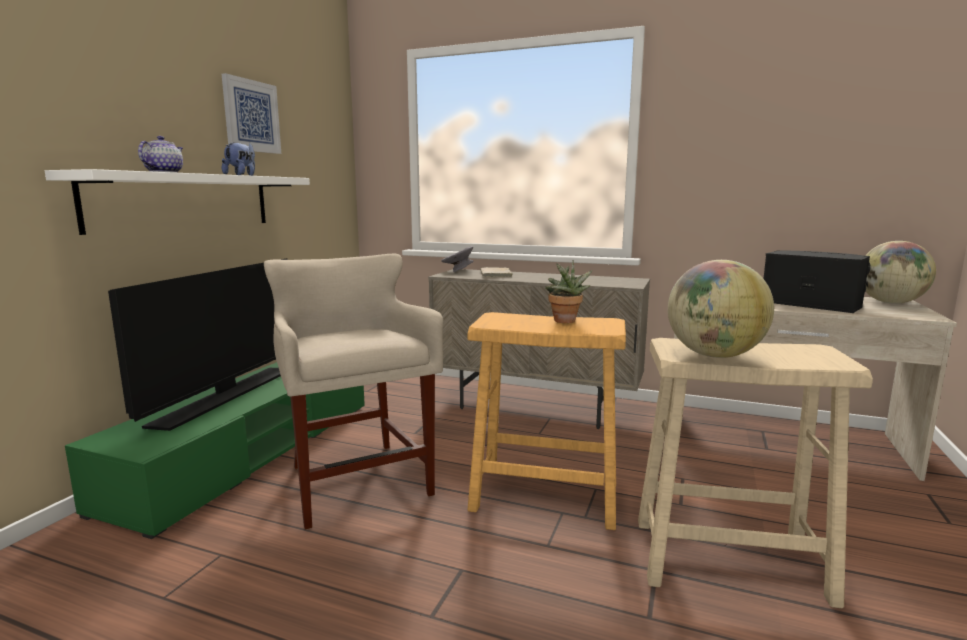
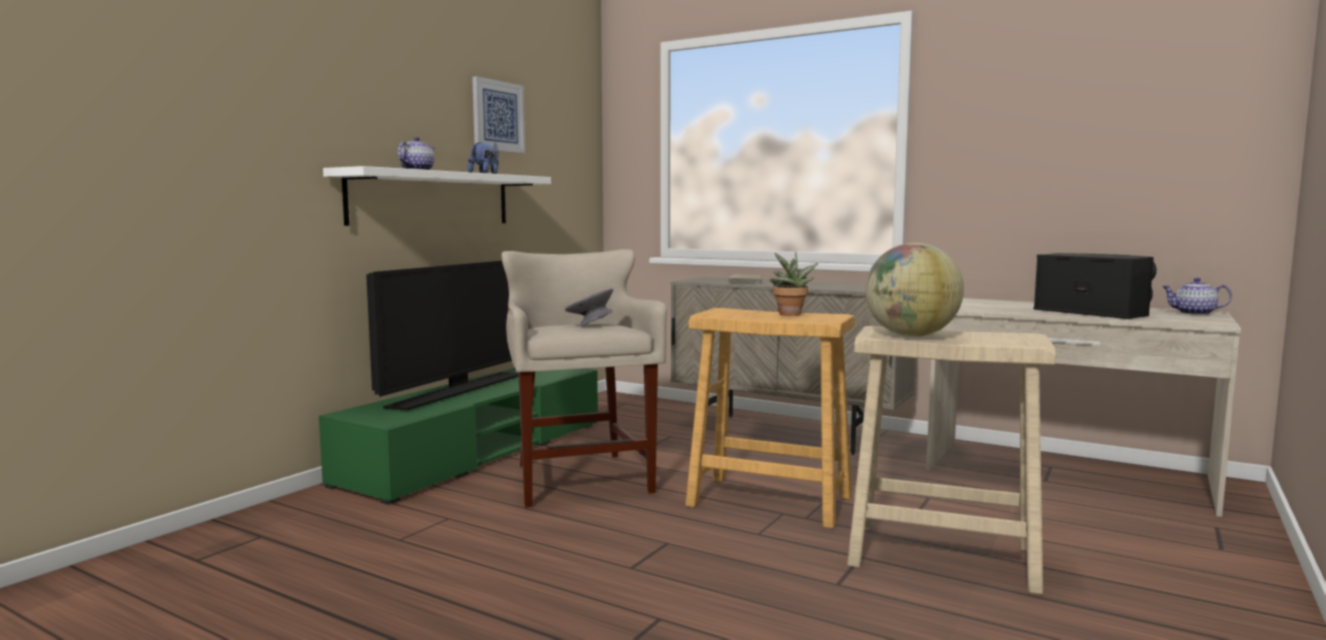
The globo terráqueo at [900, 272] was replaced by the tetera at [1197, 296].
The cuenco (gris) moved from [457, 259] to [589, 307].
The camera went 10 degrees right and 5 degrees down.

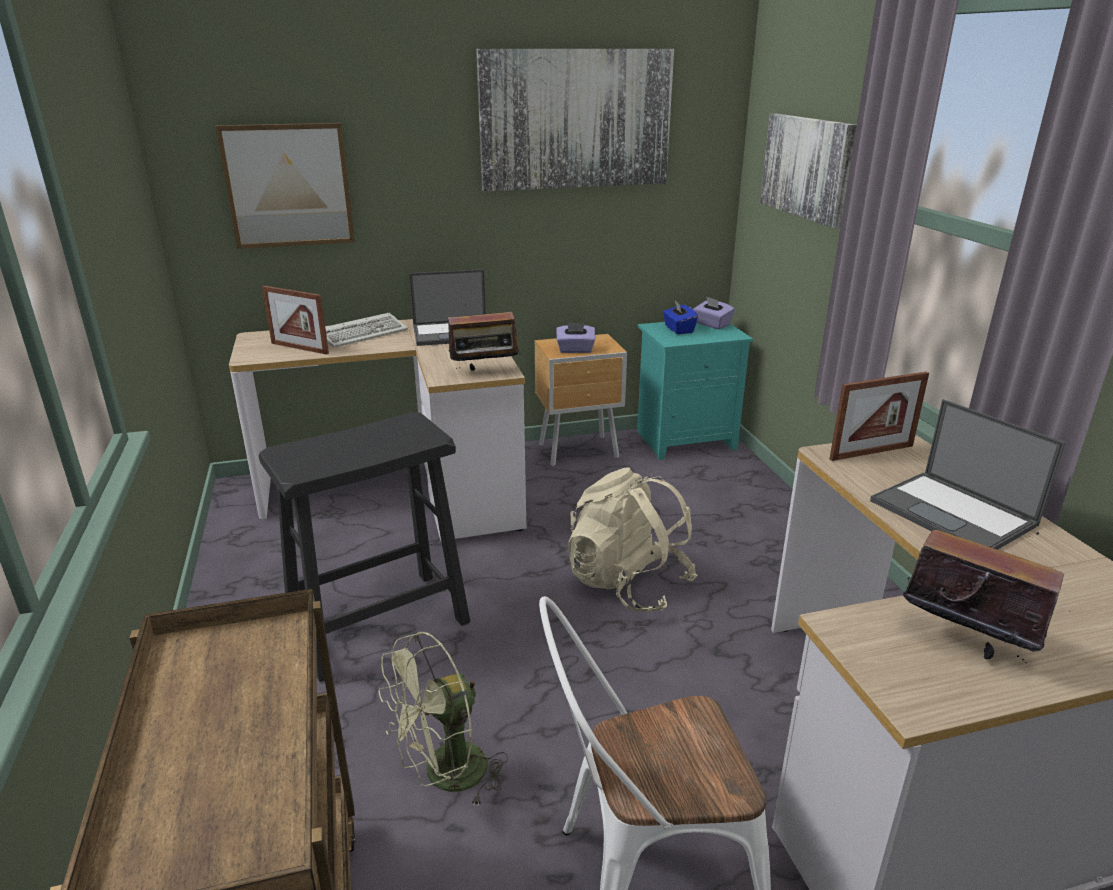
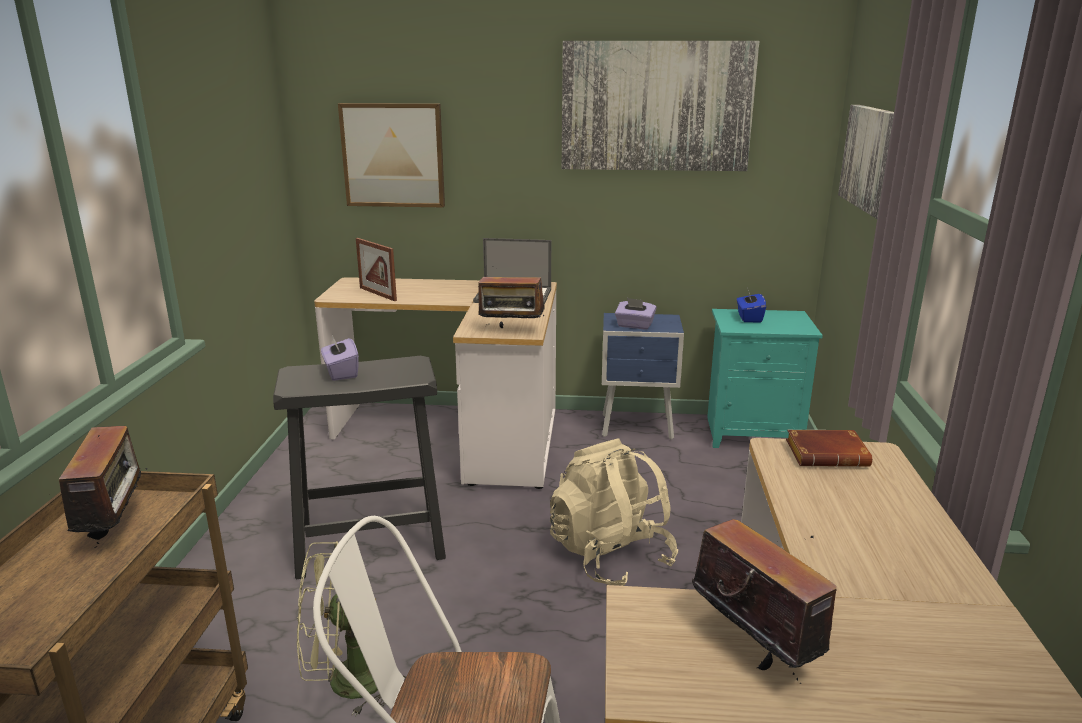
The caja de pañuelos (morado) moved from [714, 312] to [340, 358].
The teclado at [366, 330] disappeared.
The mesita de noche (marrón) at [581, 400] became the mesita de noche (azul) at [643, 376].
The portarretratos at [879, 416] was replaced by the libro (marrón) at [829, 448].
The portátil at [967, 474] disappeared.
The radio at [100, 487] appeared.
The camera went 20 degrees right and 5 degrees down.

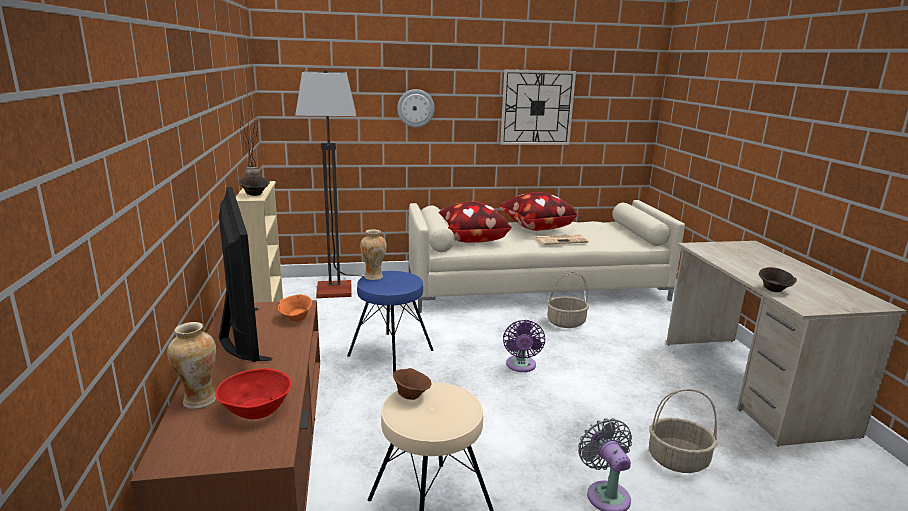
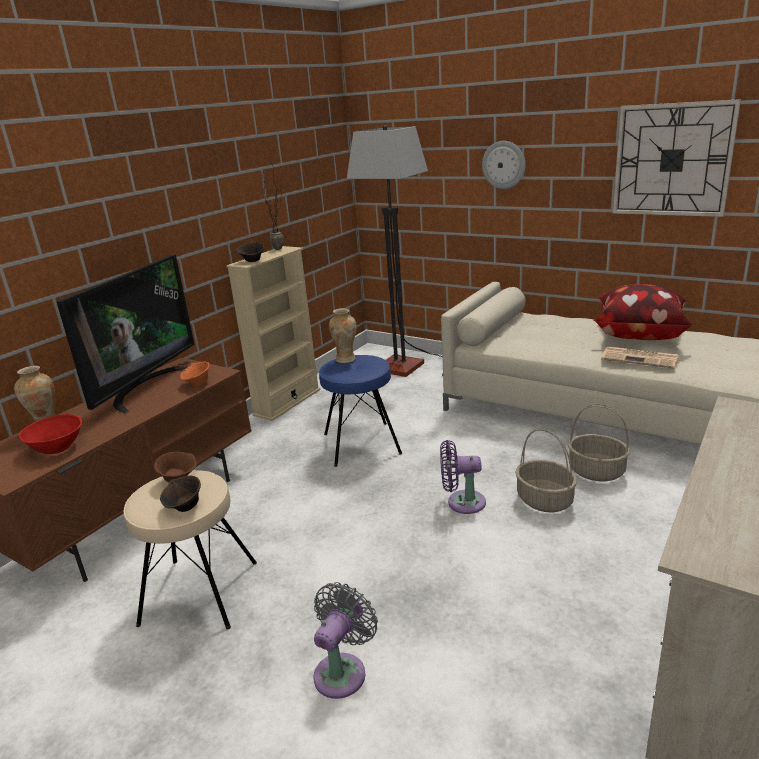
The cojín at [475, 222] disappeared.
The cuenco (marrón) moved from [778, 279] to [180, 494].
The ventilador (morado) at [524, 346] turned 45 degrees clockwise.
The cesta moved from [683, 431] to [546, 471].
The camera went 45 degrees right and 5 degrees up.

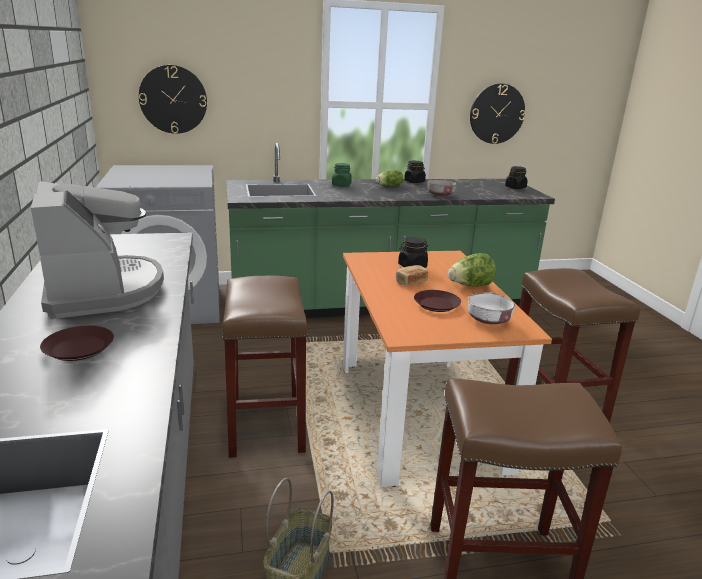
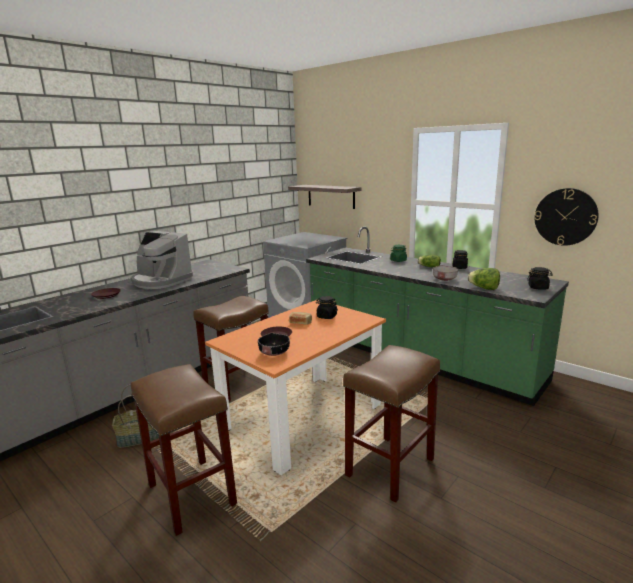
The reloj de pared at [173, 99] was replaced by the estante at [324, 197].
The cafetera at [97, 250] turned 90 degrees clockwise.
The lechuga moved from [472, 270] to [484, 279].
The cuenco (blanco) at [491, 308] became the cuenco (negro) at [274, 344].
The camera went 55 degrees right and 5 degrees down.

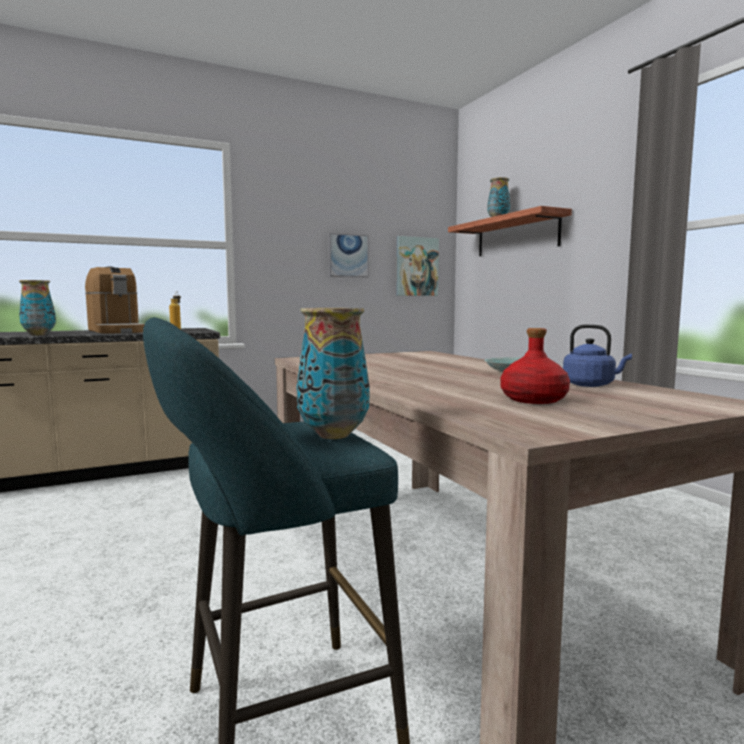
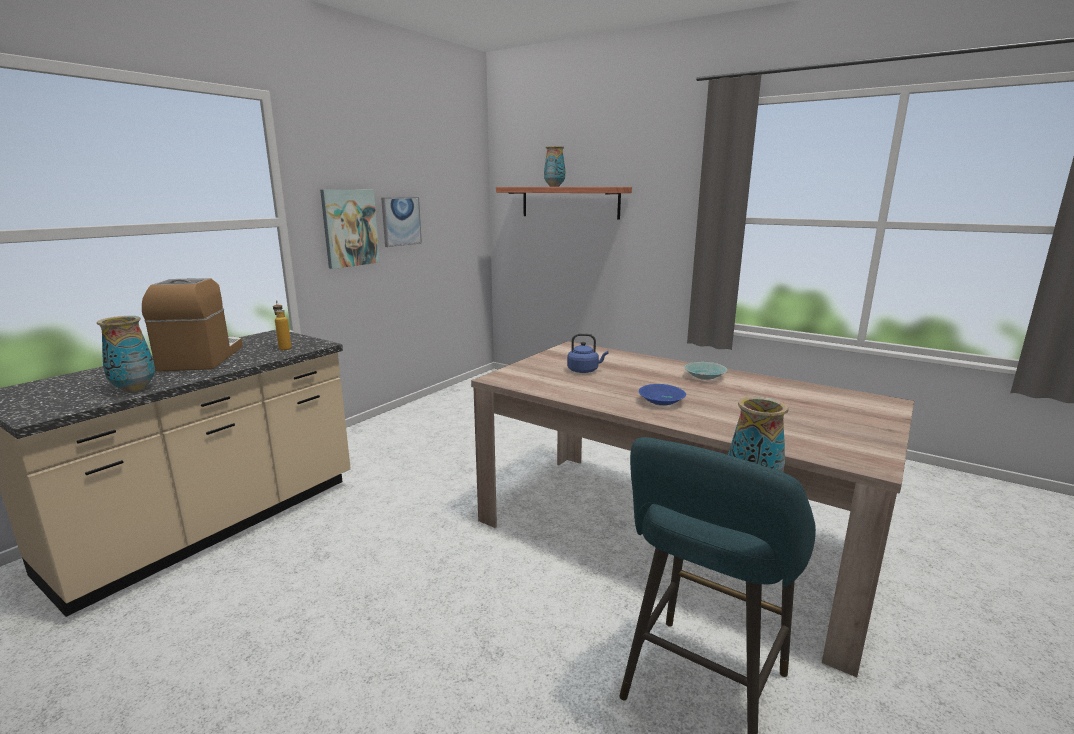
The cuadro moved from [417, 266] to [350, 229].
The cafetera at [115, 300] turned 120 degrees counterclockwise.
The hervidor (azul) moved from [597, 355] to [588, 353].
The botella (rojo) at [535, 366] disappeared.
The cuenco (azul) at [662, 395] appeared.
The camera went 30 degrees left and 10 degrees up.

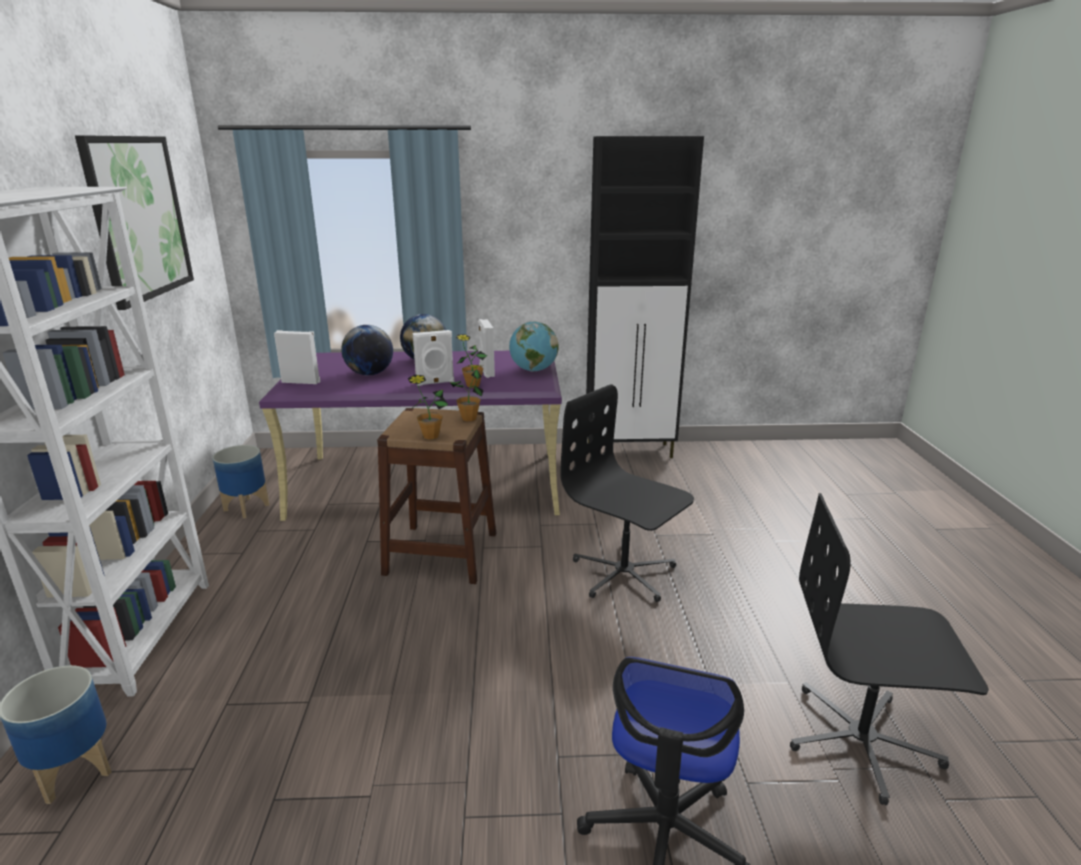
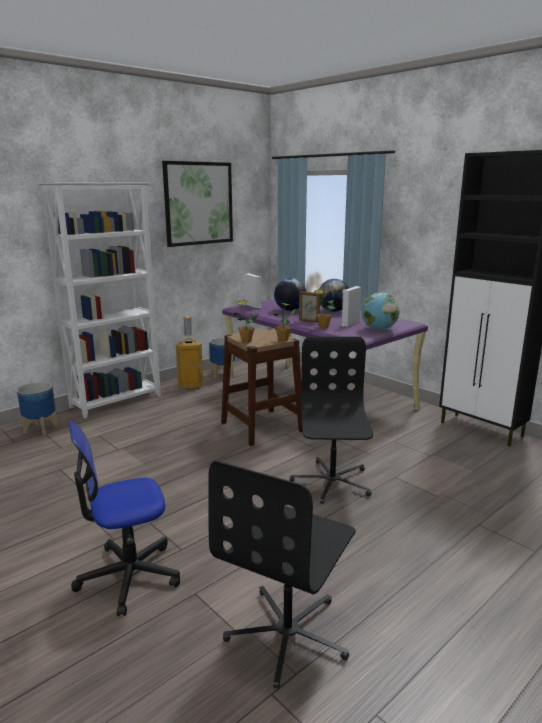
The altavoz (blanco) at [433, 358] was replaced by the portarretratos at [309, 307].
The silla de oficina (negro) at [889, 649] turned 120 degrees counterclockwise.
The papelera at [189, 352] appeared.
The camera went 50 degrees right and 5 degrees down.

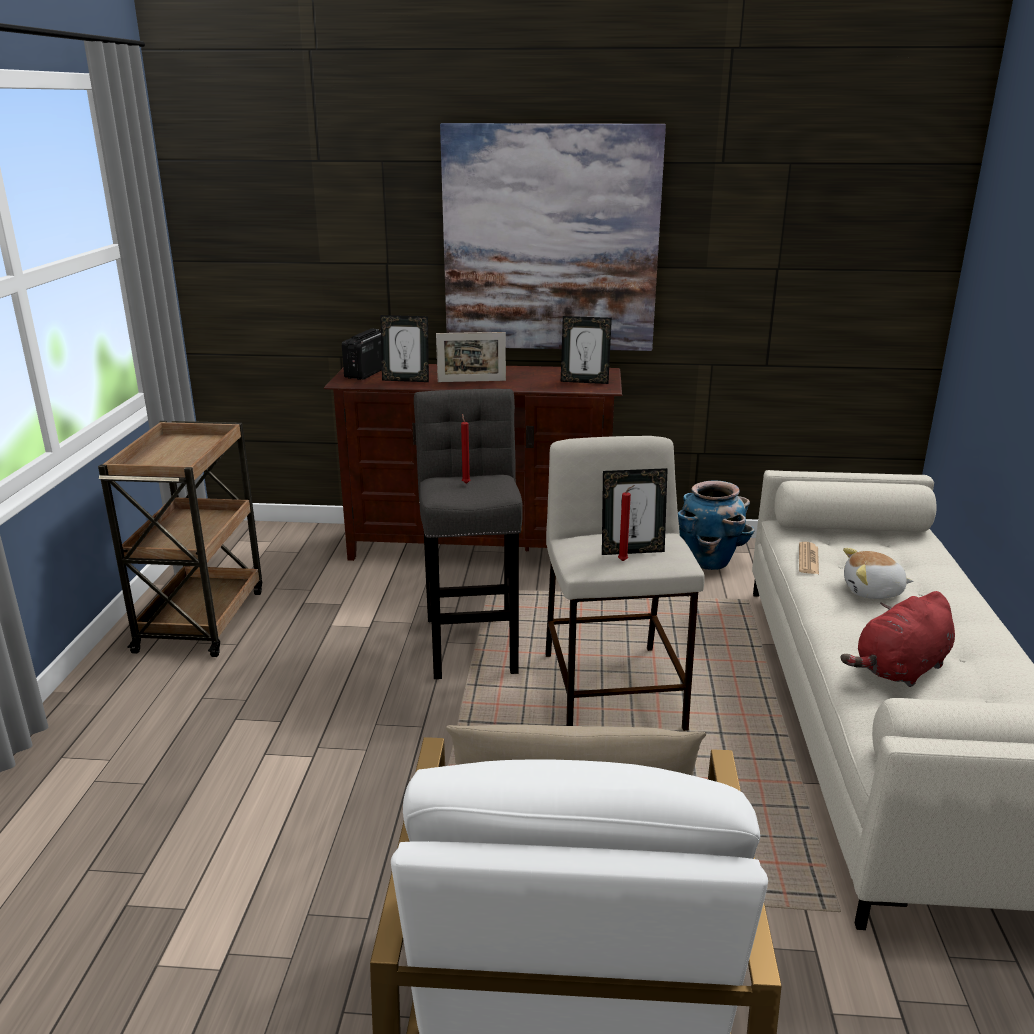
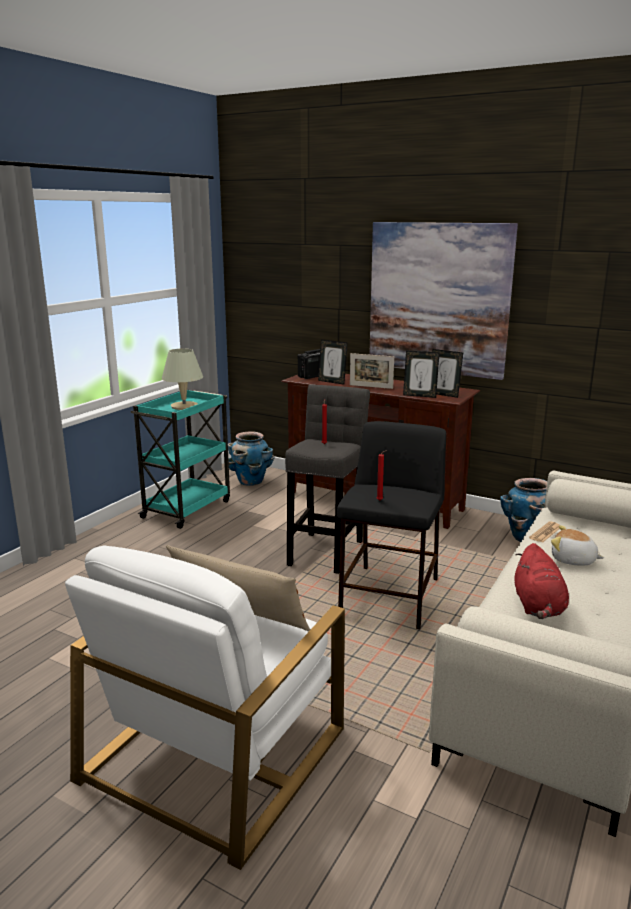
The carrito (marrón) at [180, 539] became the carrito (turquesa) at [180, 459].
The taburete (beis) at [625, 583] became the taburete (negro) at [391, 525].
The portarretratos moved from [635, 511] to [421, 374].
The peluche (rojo) at [898, 639] turned 75 degrees counterclockwise.
The lámpara de mesa (beis) at [182, 379] appeared.
The maceta at [251, 458] appeared.
The camera went 25 degrees right and 5 degrees down.

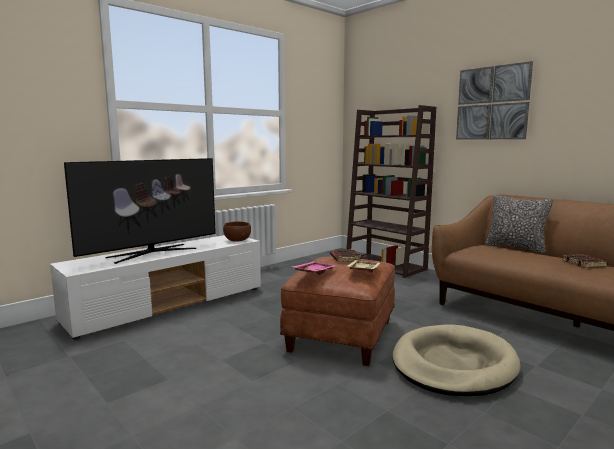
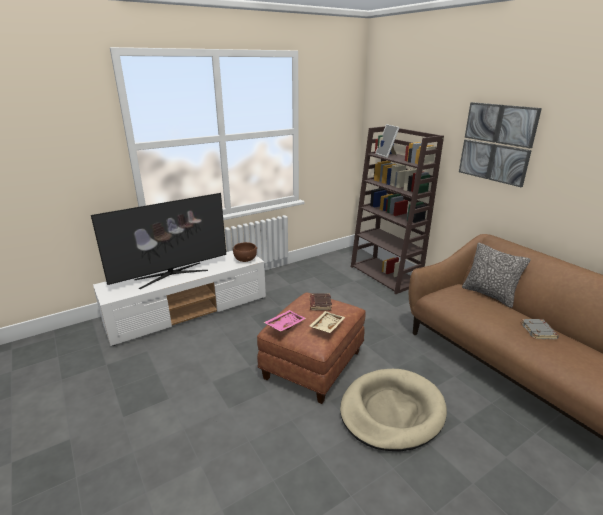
The libro (marrón) at [585, 261] became the libro (gris) at [540, 329].
The portarretratos at [387, 141] appeared.
The camera went 10 degrees right and 15 degrees up.

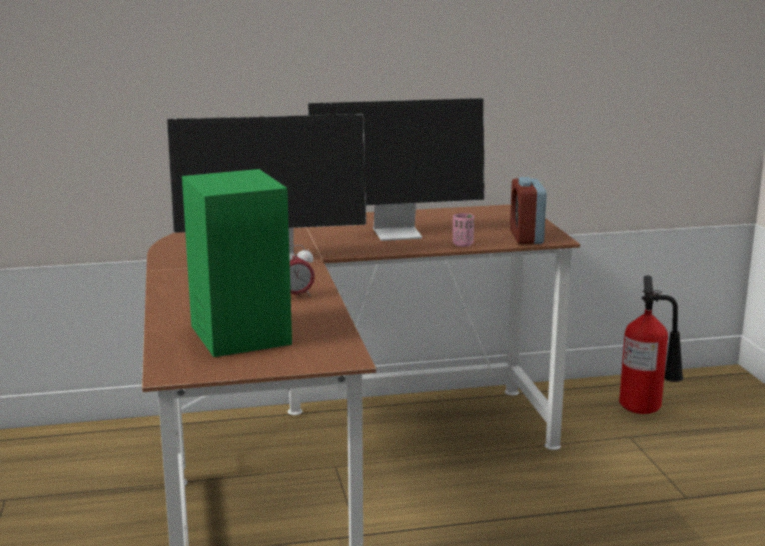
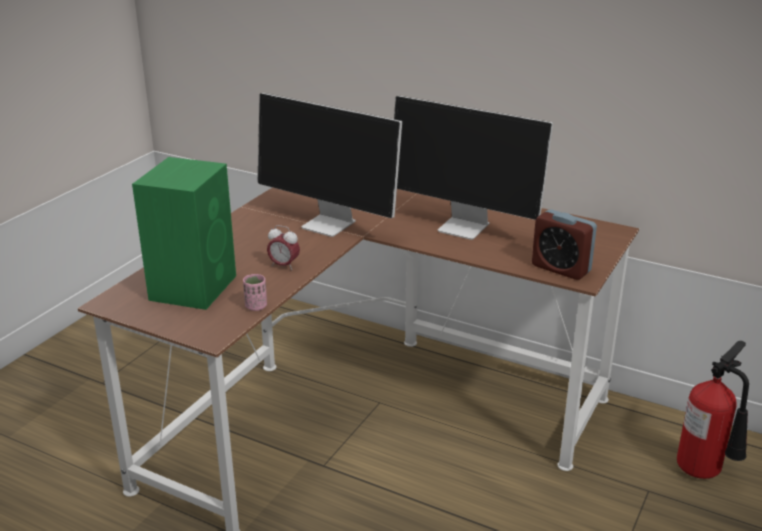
The despertador at [528, 210] turned 90 degrees counterclockwise.
The taza (rosa) moved from [463, 230] to [255, 292].
The camera went 40 degrees right and 10 degrees up.

